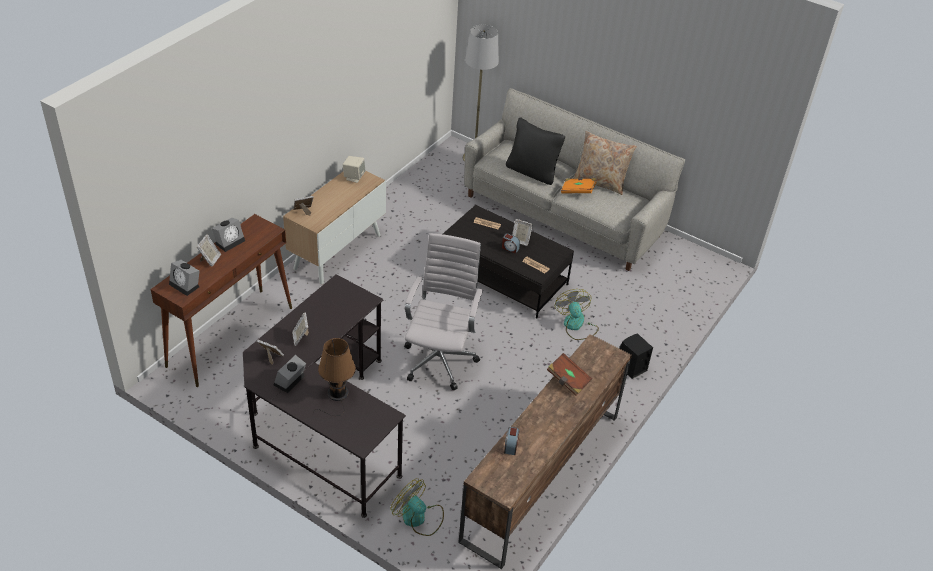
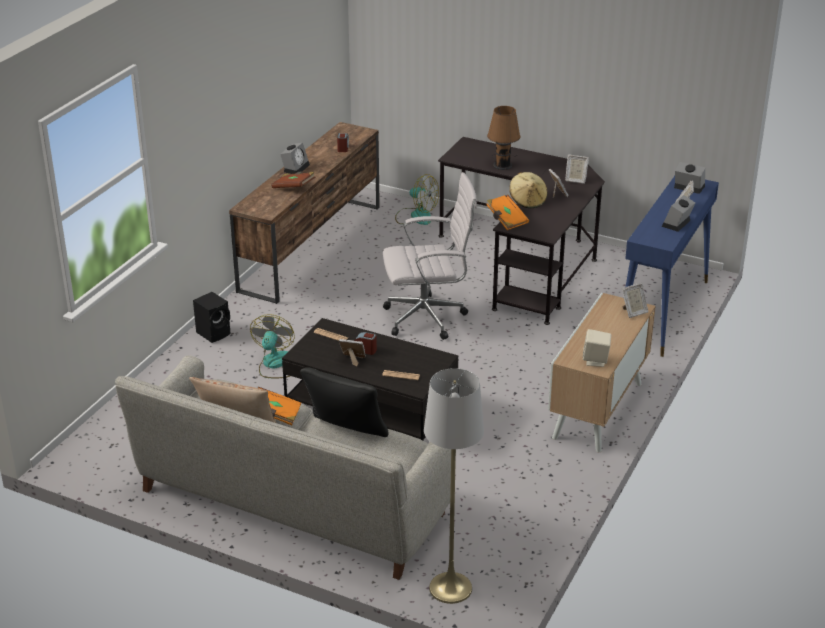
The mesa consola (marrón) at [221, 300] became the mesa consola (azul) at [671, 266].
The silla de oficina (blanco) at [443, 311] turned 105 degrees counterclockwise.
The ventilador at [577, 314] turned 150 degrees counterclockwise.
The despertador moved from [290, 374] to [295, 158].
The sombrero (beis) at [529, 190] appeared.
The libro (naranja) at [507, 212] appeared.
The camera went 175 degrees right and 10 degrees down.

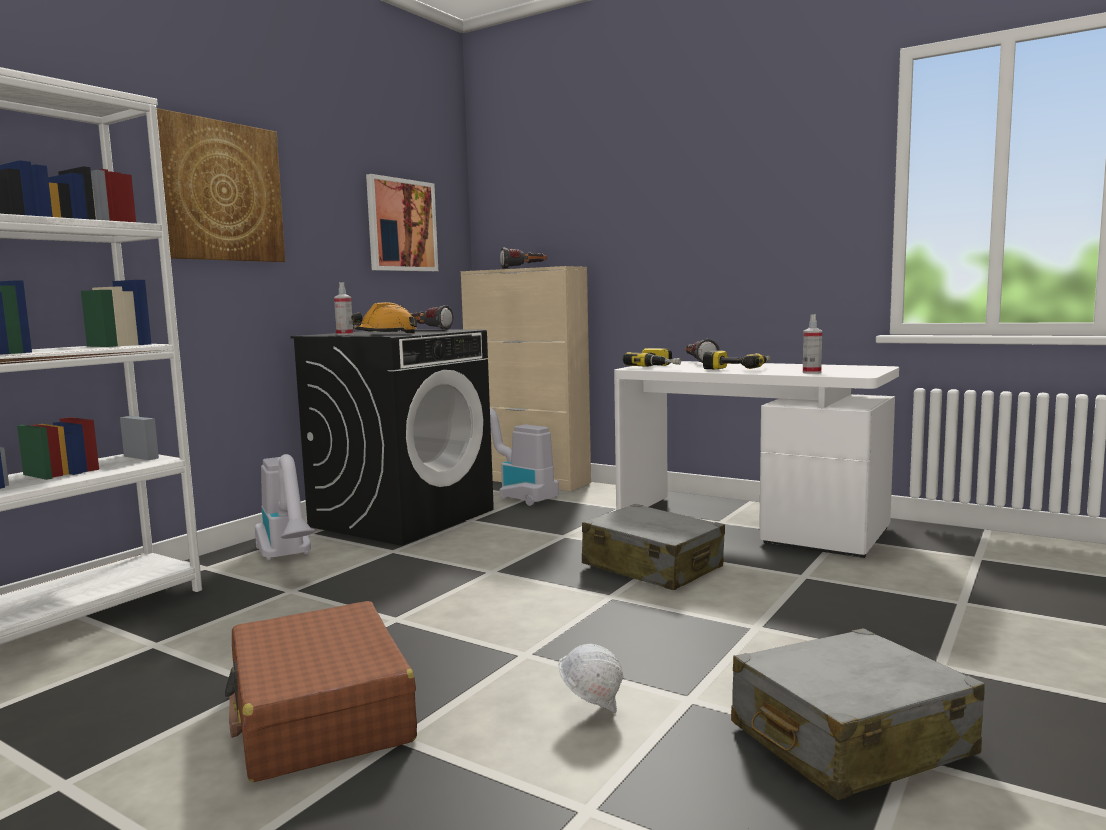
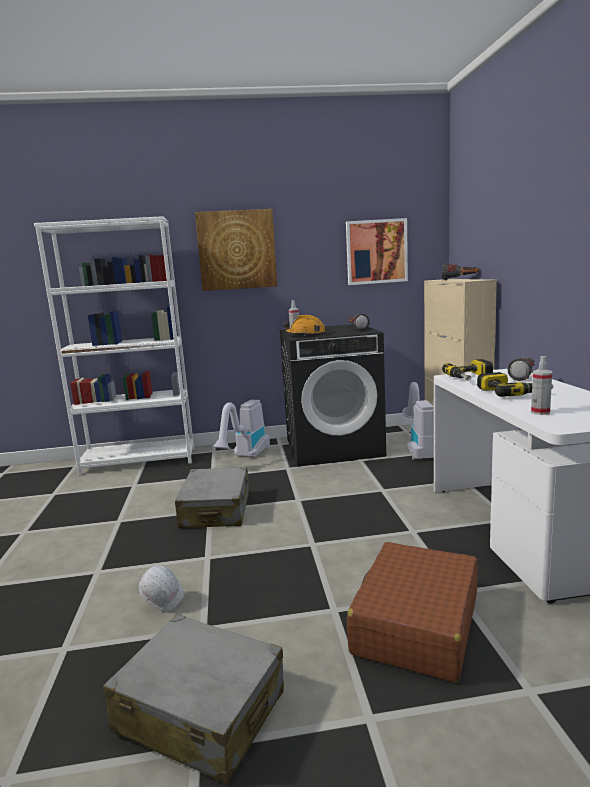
The maleta (gris) moved from [653, 547] to [212, 497].
The maleta (marrón) moved from [321, 691] to [412, 612].
The camera went 50 degrees right and 5 degrees up.

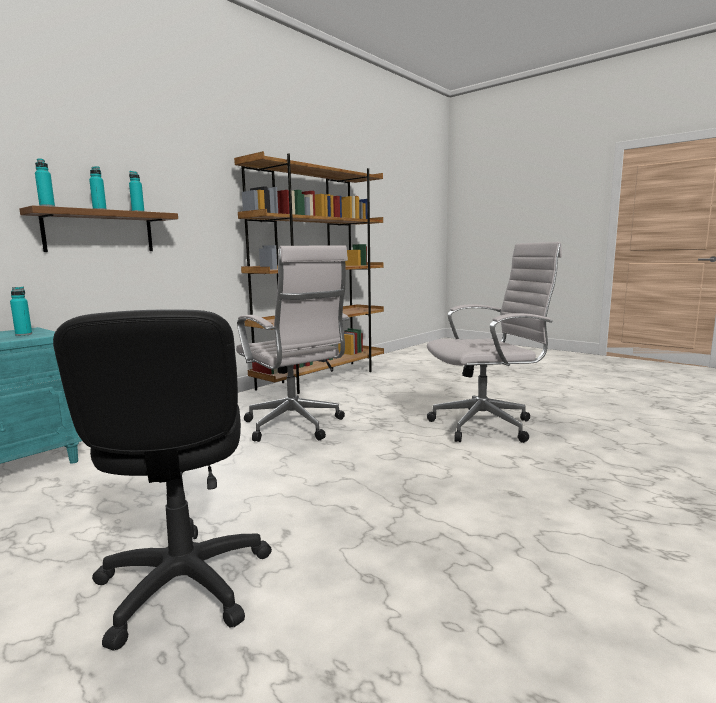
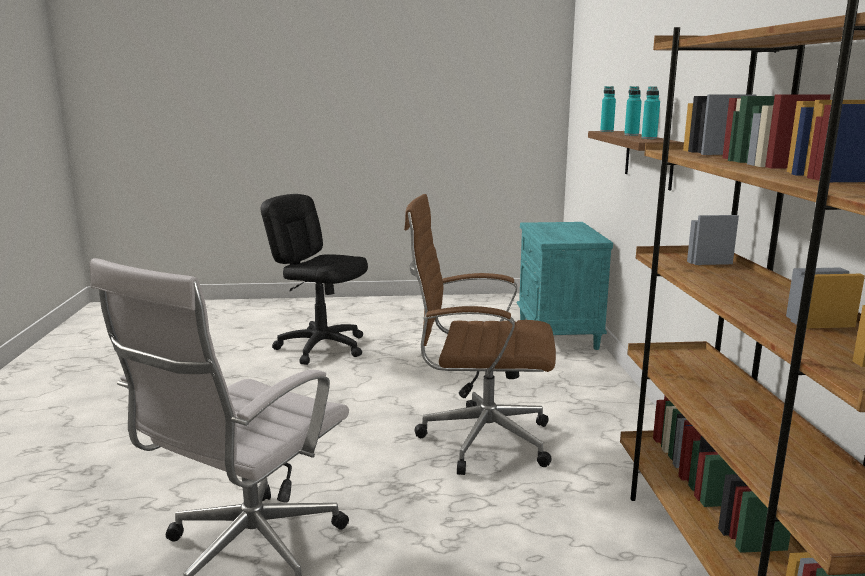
The silla de oficina (blanco) at [293, 344] became the silla de oficina (marrón) at [480, 334].
The botella (turquesa) at [21, 311] disappeared.
The camera went 135 degrees right and 5 degrees up.

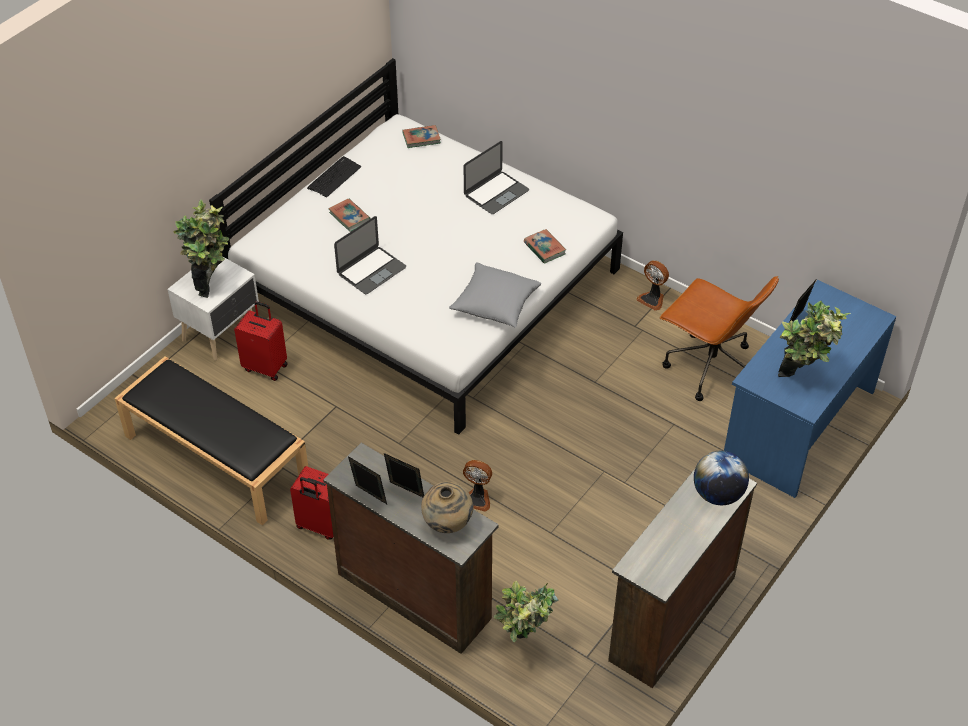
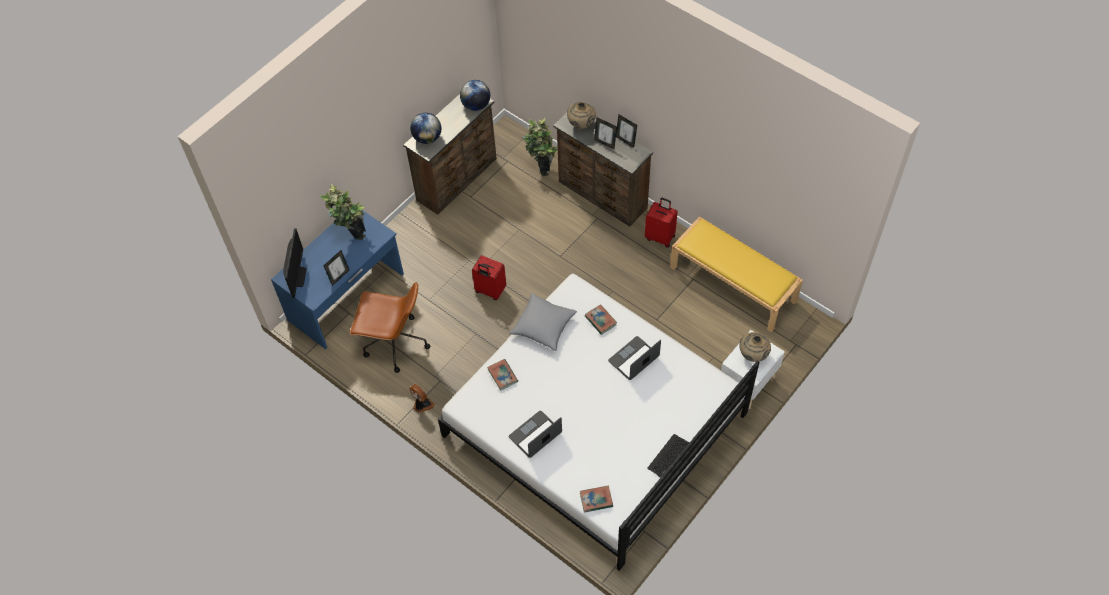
The planta en maceta at [201, 248] was replaced by the florero (beis) at [755, 347].
The libro moved from [349, 215] to [601, 319].
The silla de oficina (marrón) at [719, 338] turned 150 degrees clockwise.
The maleta (rojo) moved from [261, 341] to [489, 277].
The banco (negro) at [211, 440] became the banco (amarillo) at [736, 274].
The ventilador at [477, 486] disappeared.
The globo terráqueo at [475, 95] appeared.
The monitor at [294, 263] appeared.
The camera went 175 degrees left and 10 degrees up.

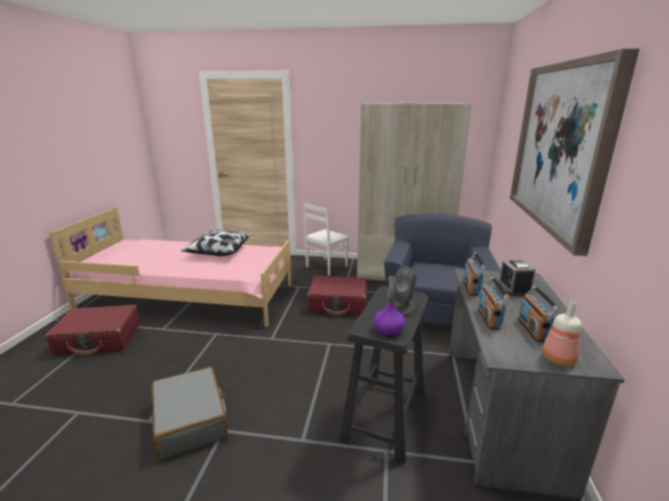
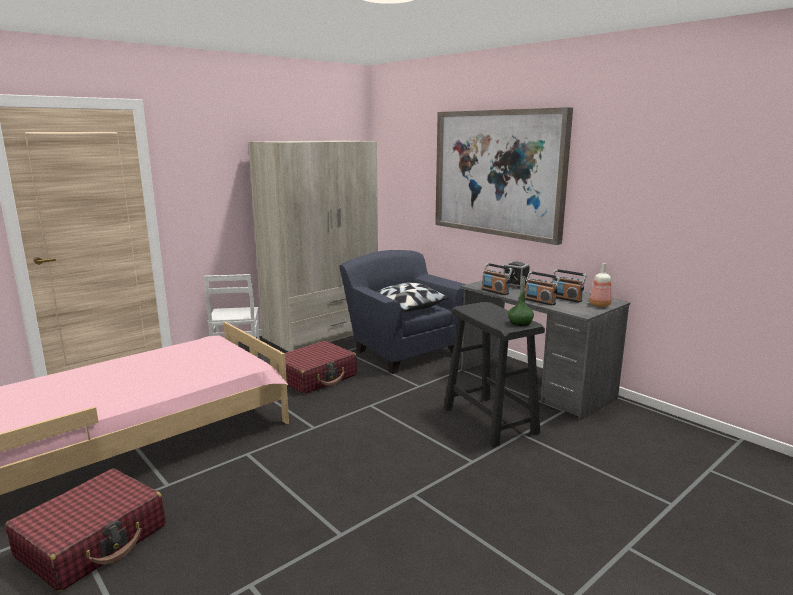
The cojín moved from [215, 243] to [412, 297].
The altavoz (gris) at [405, 291] disappeared.
The botella (morado) at [389, 306] became the botella (verde) at [521, 301].
The maleta (gris) at [189, 413] disappeared.
The camera went 50 degrees left and 5 degrees down.

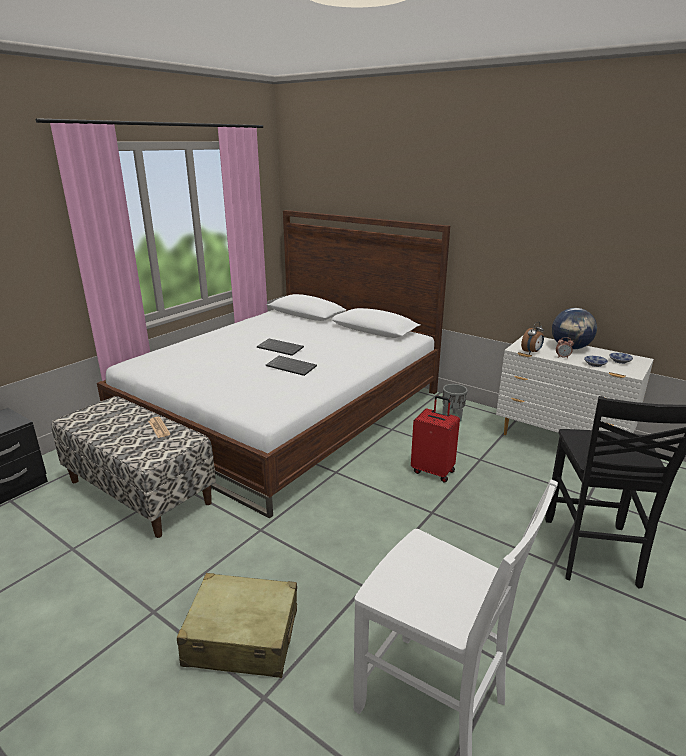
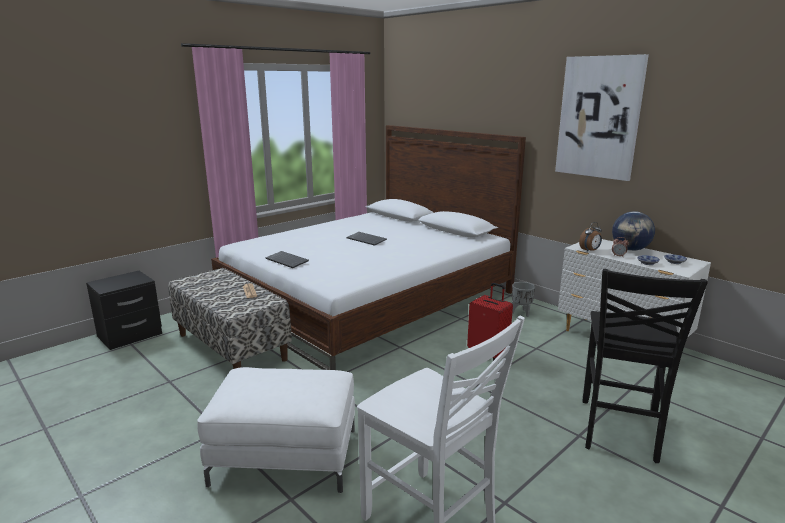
The teclado moved from [291, 366] to [287, 259].
The maleta (beis) at [237, 625] was replaced by the puf (blanco) at [276, 430].
The cuadro at [602, 117] appeared.
The camera went 10 degrees right and 5 degrees down.

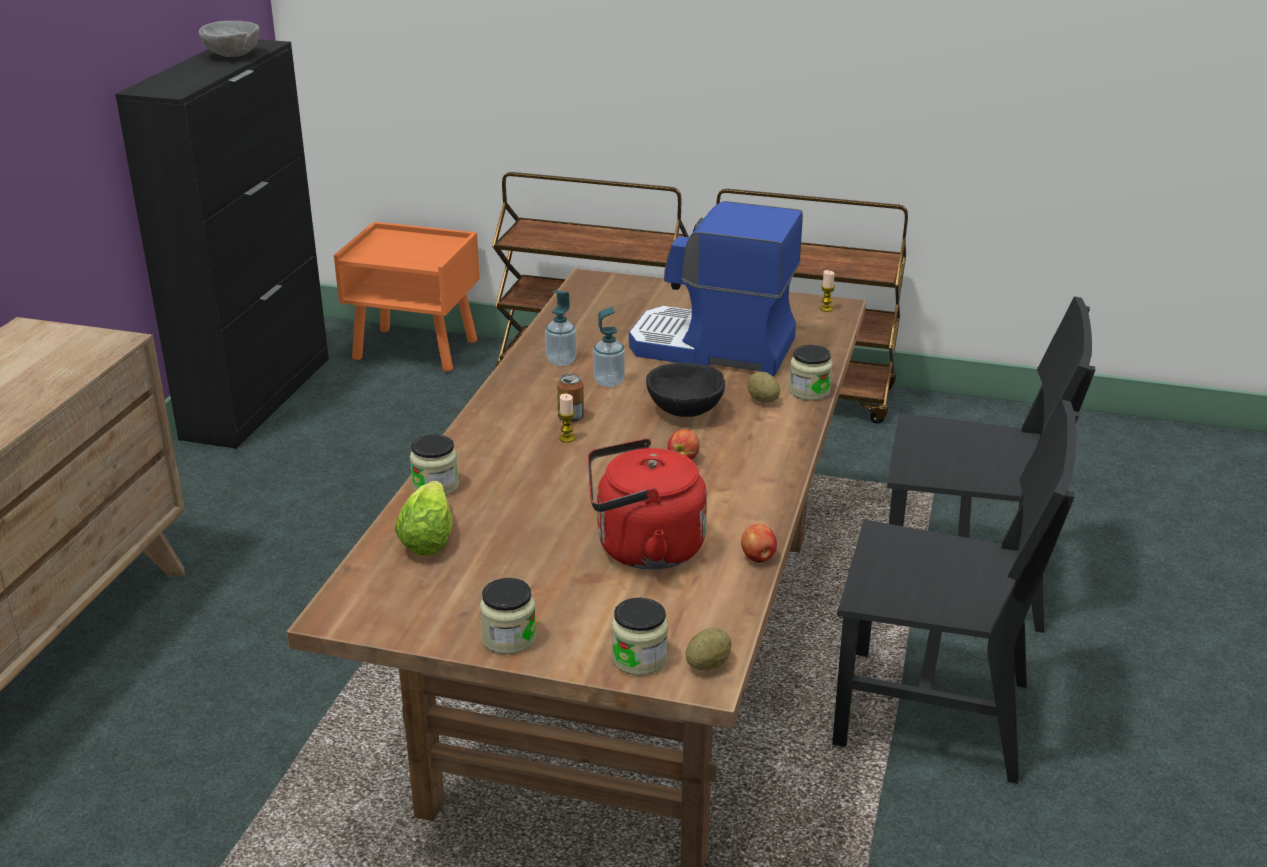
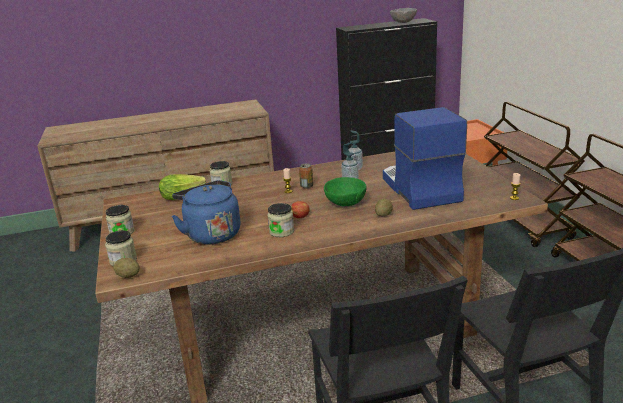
The tarro moved from [810, 373] to [280, 220].
The cuenco (negro) at [685, 390] became the cuenco (verde) at [345, 191].
The hervidor (rojo) at [647, 504] became the hervidor (azul) at [206, 212].
The manzana at [759, 543] disappeared.
The camera went 60 degrees right and 5 degrees down.

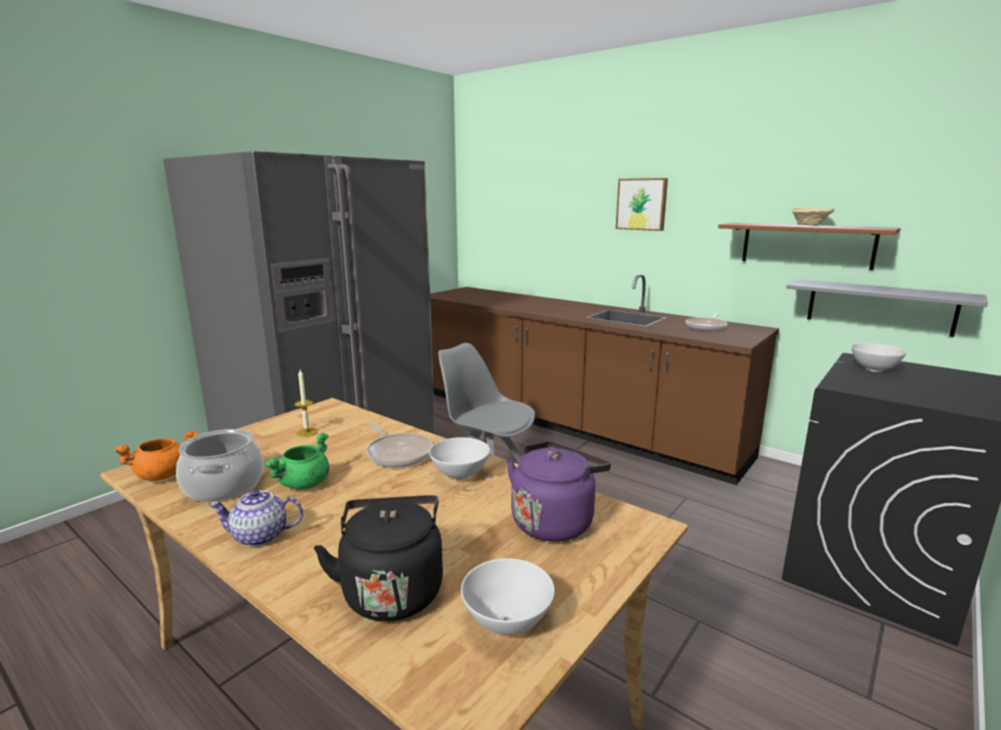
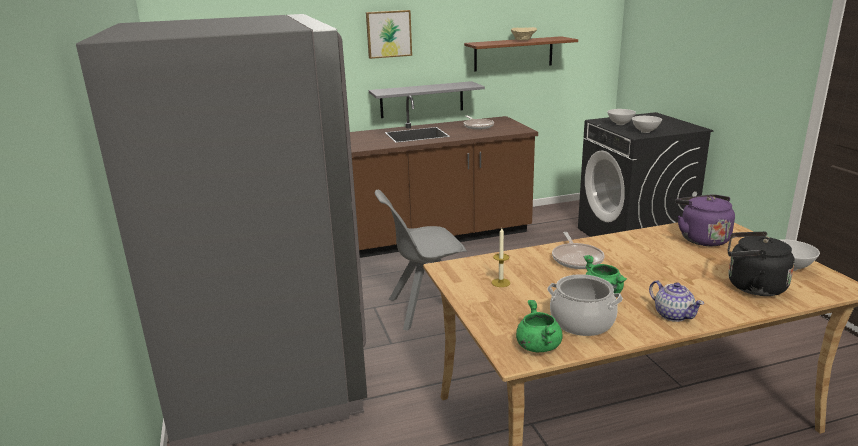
The estante (gris) moved from [887, 308] to [427, 99].
The sartén at [399, 445] turned 90 degrees clockwise.
The olla (naranja) at [156, 455] became the olla (verde) at [539, 326].
The cuenco (blanco) moved from [459, 458] to [647, 124].
The tetera at [256, 518] turned 60 degrees counterclockwise.
The camera went 55 degrees left and 5 degrees up.

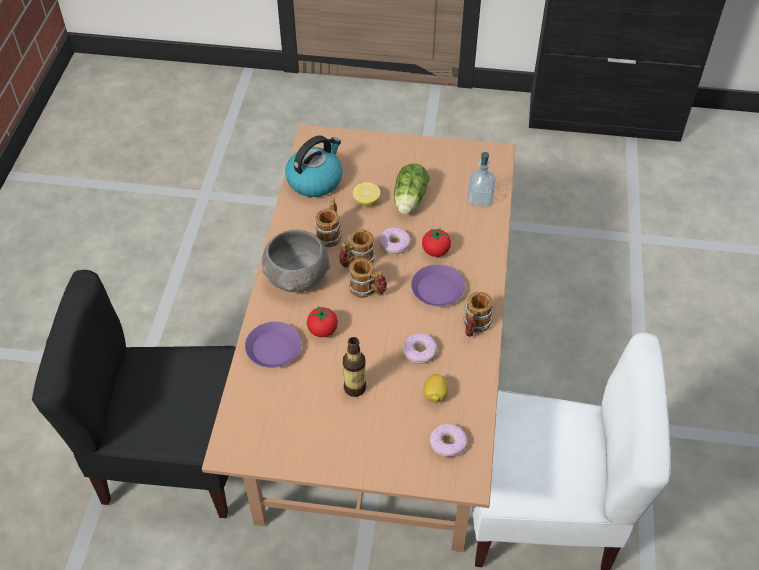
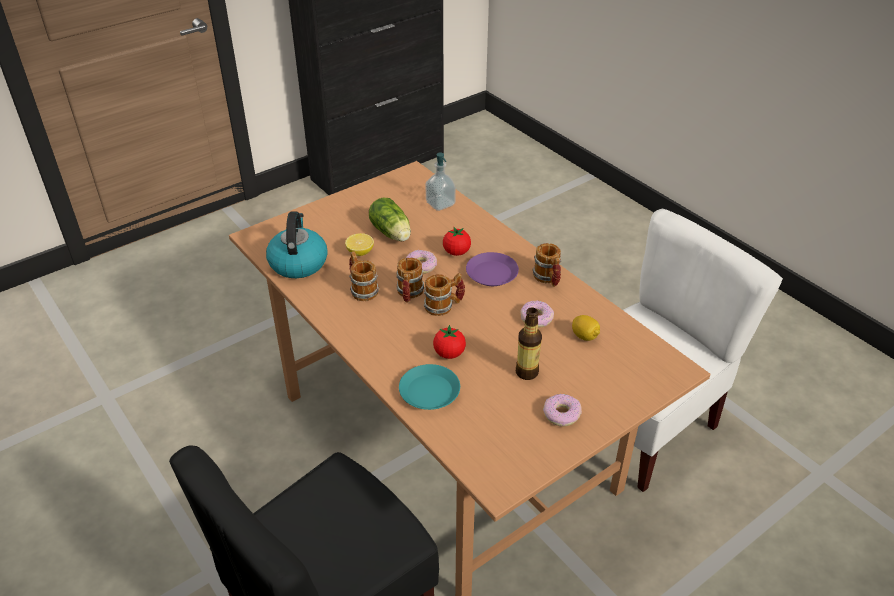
The cuenco (gris) at [296, 261] disappeared.
The plato (morado) at [273, 345] became the plato (turquesa) at [429, 387].
The rosquilla moved from [449, 440] to [562, 410].
The camera went 45 degrees left and 10 degrees down.

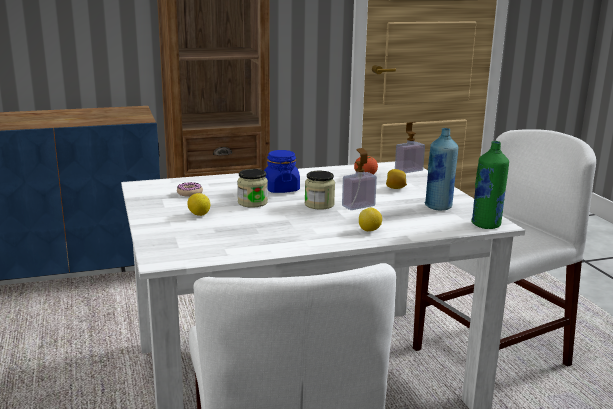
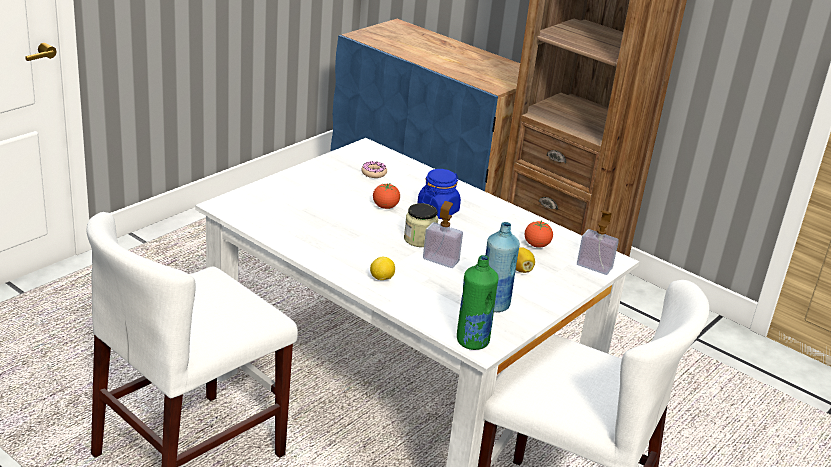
The tarro at [252, 188] was replaced by the tomate at [386, 196].
The limón at [198, 204] disappeared.
The camera went 55 degrees right and 10 degrees up.

